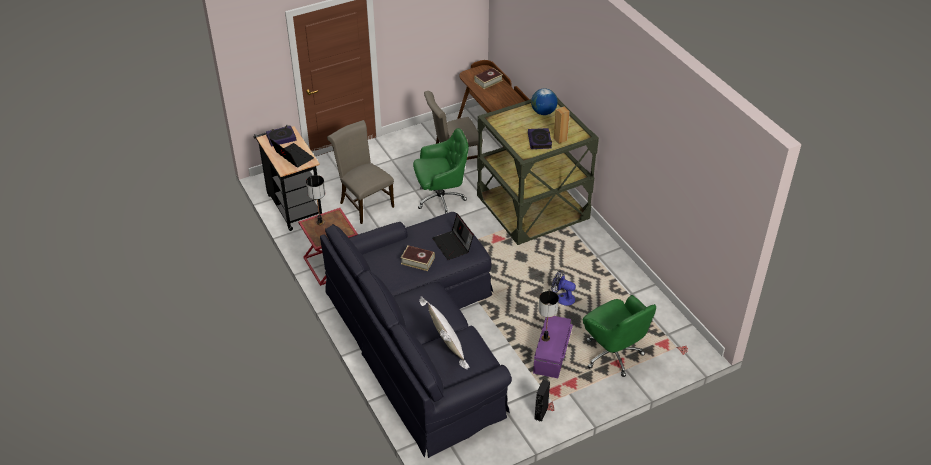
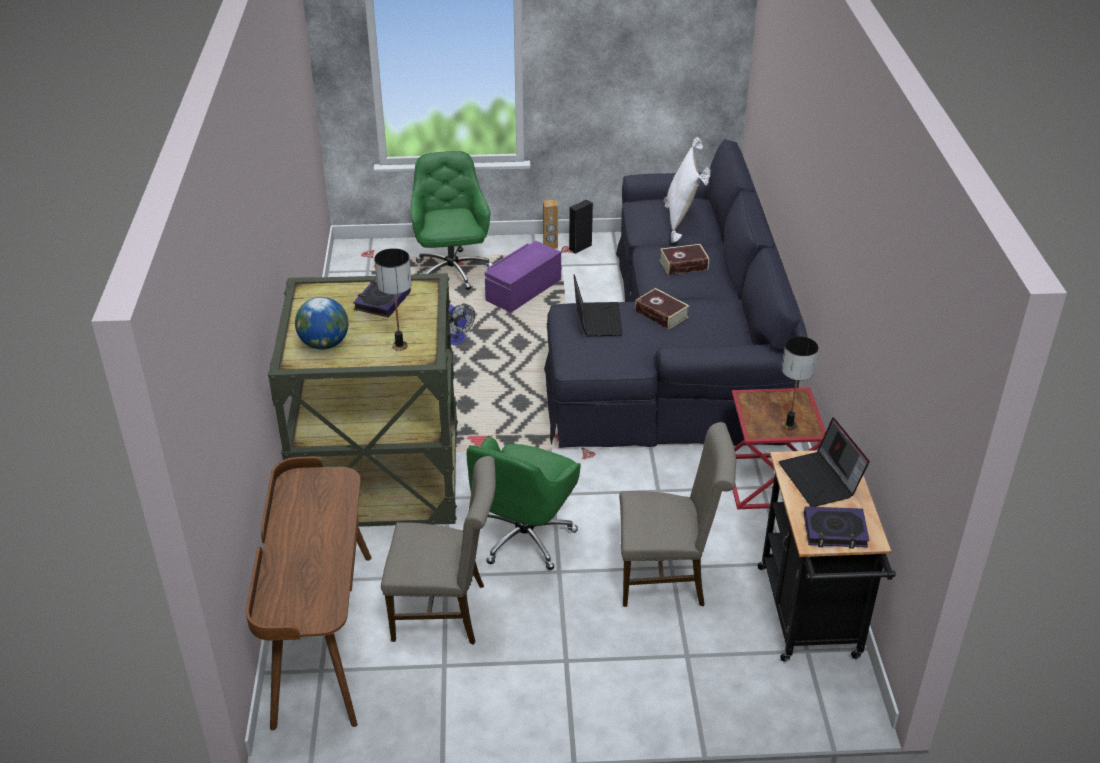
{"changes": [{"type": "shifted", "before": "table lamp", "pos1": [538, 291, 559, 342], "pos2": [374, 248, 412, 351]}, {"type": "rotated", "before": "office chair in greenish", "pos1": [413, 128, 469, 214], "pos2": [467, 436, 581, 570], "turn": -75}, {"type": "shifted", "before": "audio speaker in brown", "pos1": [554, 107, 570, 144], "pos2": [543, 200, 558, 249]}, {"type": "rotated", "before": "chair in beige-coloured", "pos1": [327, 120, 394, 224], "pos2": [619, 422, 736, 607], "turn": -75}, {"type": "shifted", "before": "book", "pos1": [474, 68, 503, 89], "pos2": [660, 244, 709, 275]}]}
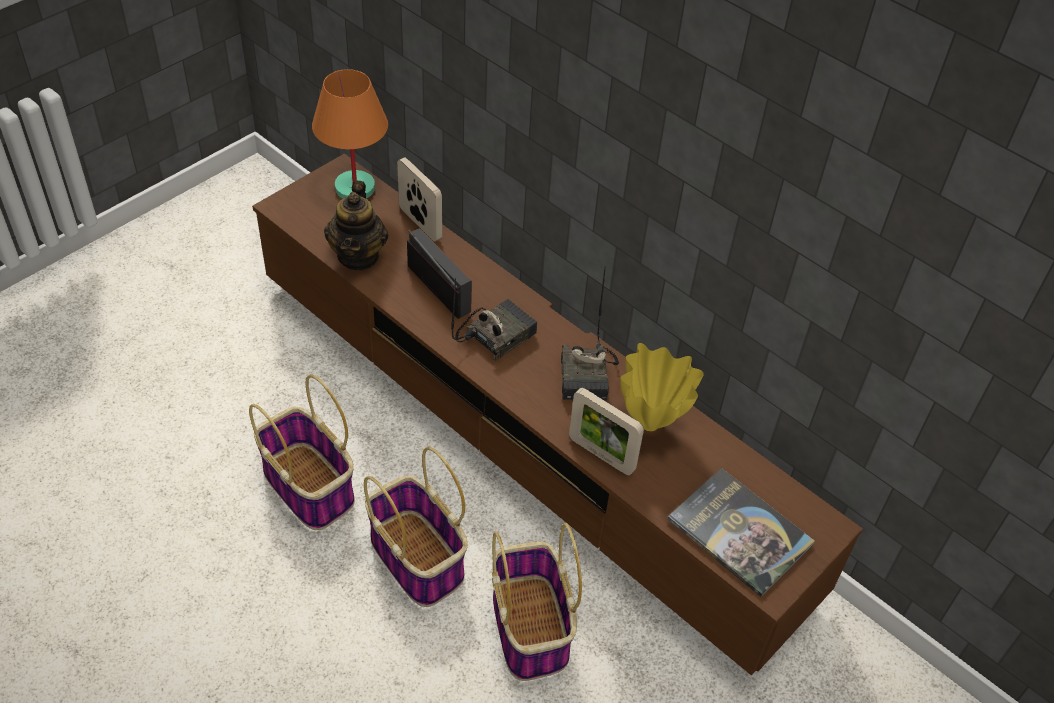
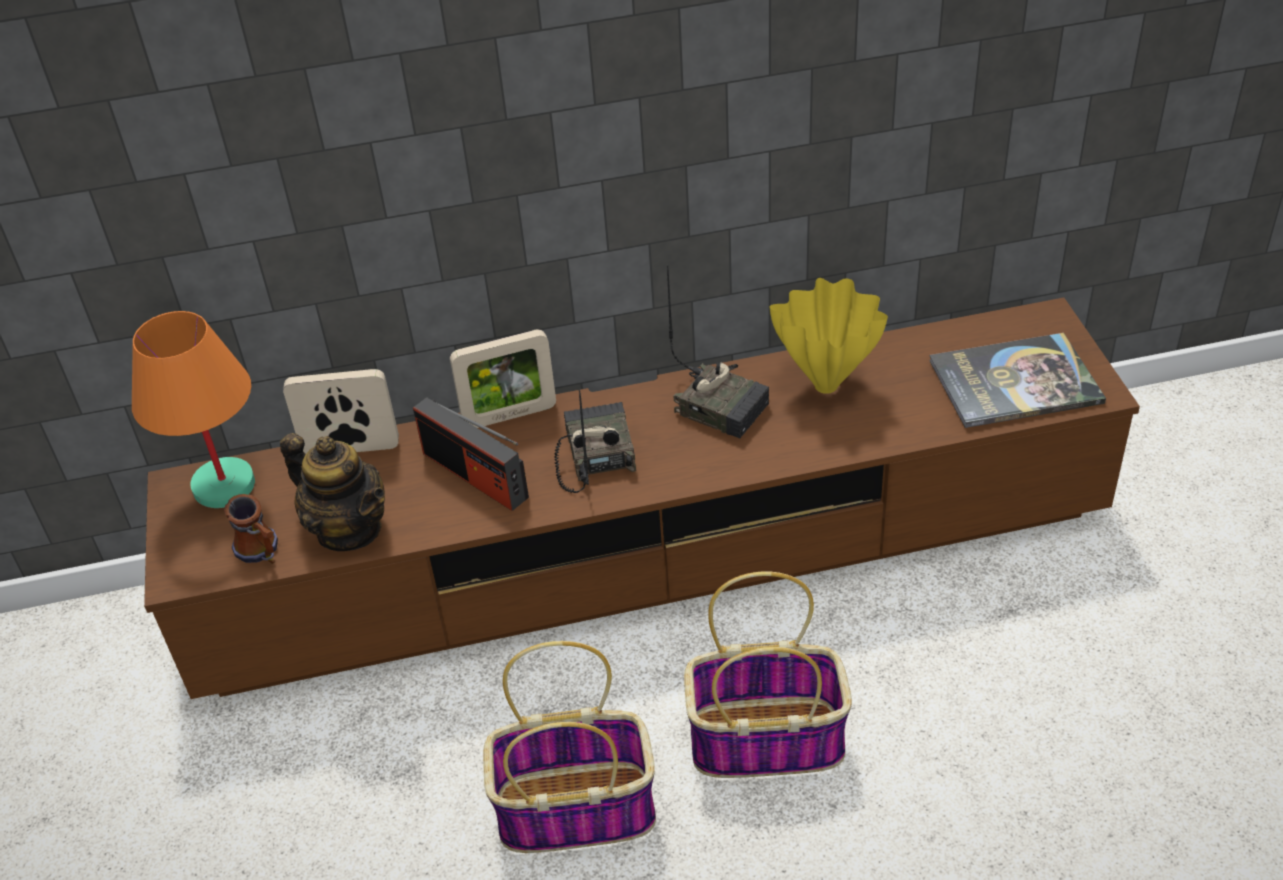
{"changes": [{"type": "new", "after": "coffee mug", "pos2": [224, 494, 278, 564]}, {"type": "rotated", "before": "radio", "pos1": [407, 228, 472, 319], "pos2": [413, 397, 529, 511], "turn": -135}, {"type": "shifted", "before": "photo frame", "pos1": [569, 388, 644, 475], "pos2": [450, 329, 556, 428]}, {"type": "gone", "before": "basket", "pos1": [492, 523, 582, 681]}]}
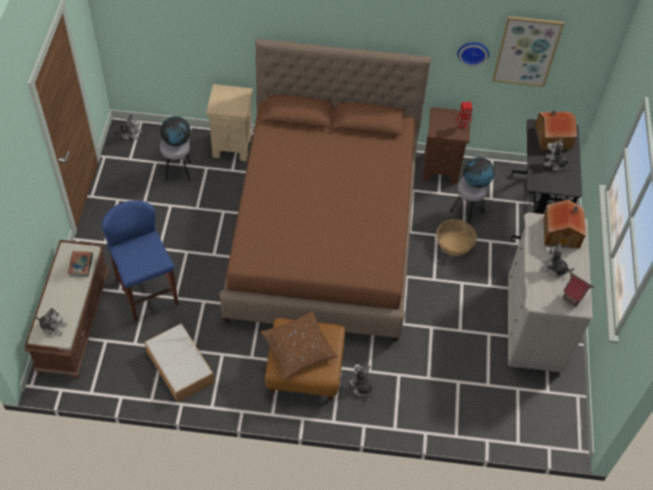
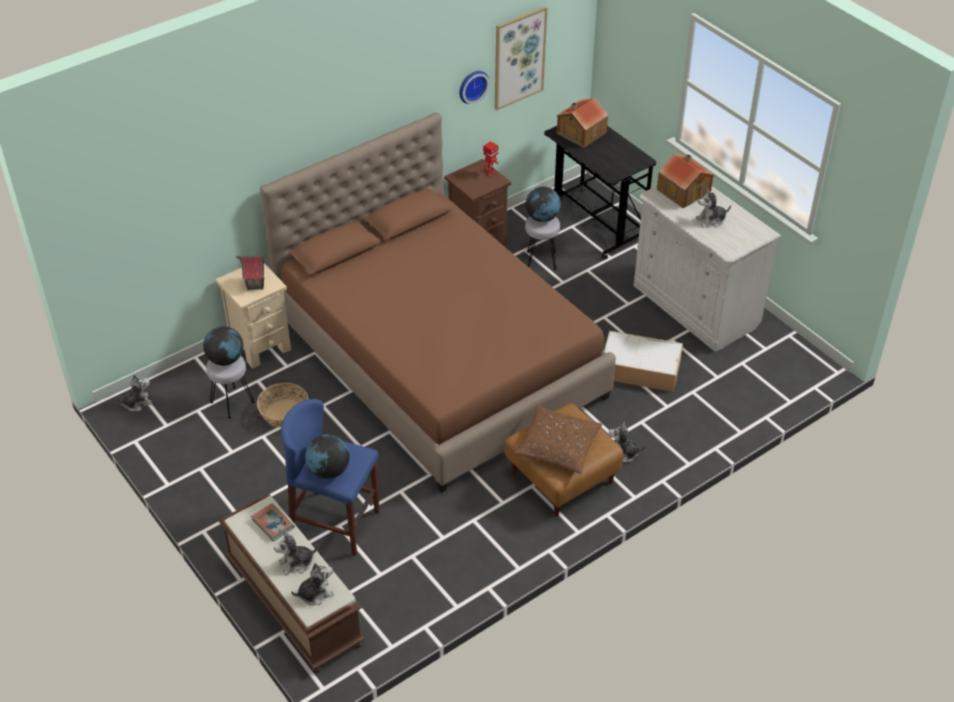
{"changes": [{"type": "shifted", "before": "toy house", "pos1": [563, 271, 594, 307], "pos2": [236, 255, 267, 290]}, {"type": "shifted", "before": "basket", "pos1": [436, 219, 477, 256], "pos2": [257, 383, 309, 428]}, {"type": "shifted", "before": "cuddly toy", "pos1": [544, 138, 575, 171], "pos2": [274, 530, 318, 575]}, {"type": "new", "after": "desk globe", "pos2": [305, 434, 350, 479]}, {"type": "shifted", "before": "storage box", "pos1": [145, 323, 214, 403], "pos2": [604, 331, 683, 392]}]}
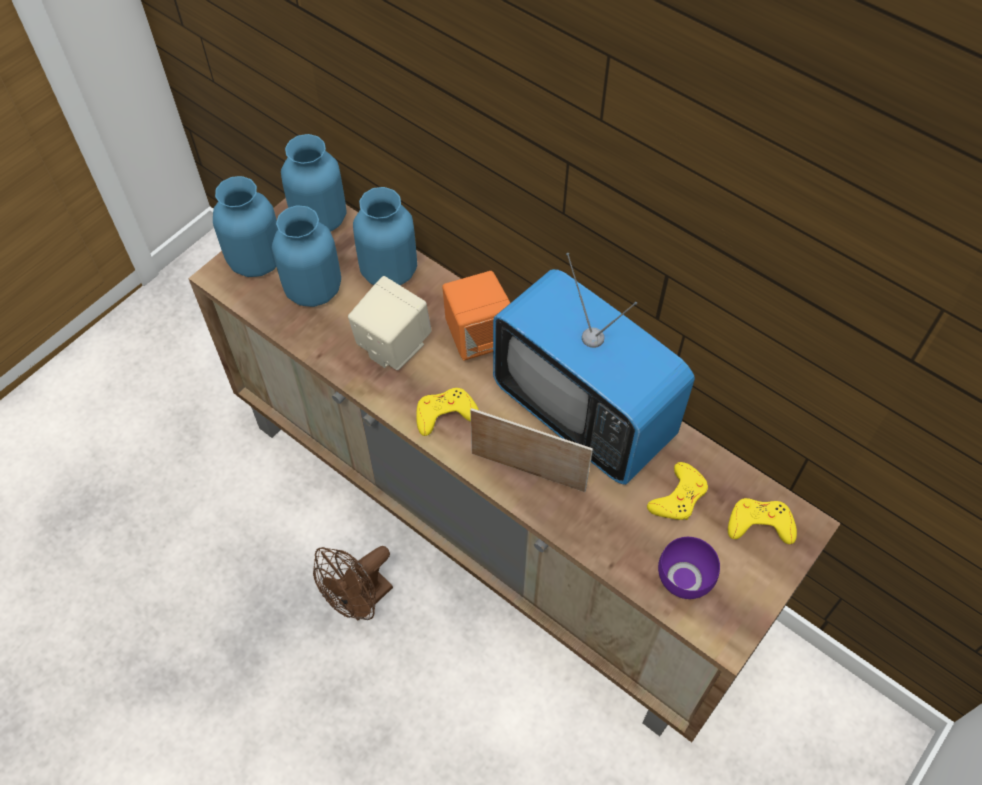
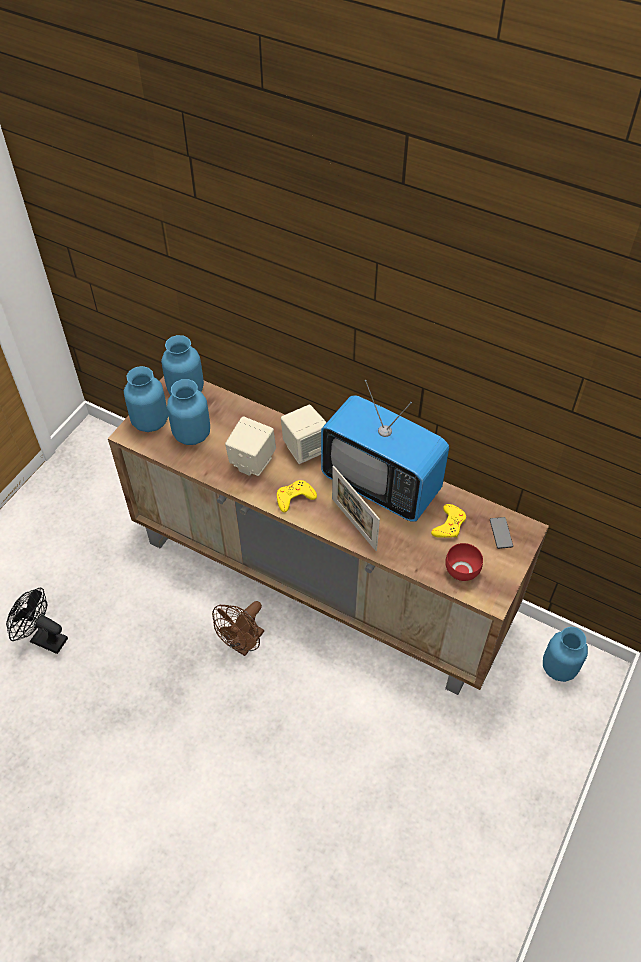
{"changes": [{"type": "new", "after": "electric fan in black-coloured", "pos2": [6, 588, 68, 654]}, {"type": "repainted", "before": "audio speaker in orangey", "after": "audio speaker in beige-coloured", "pos1": [442, 271, 510, 361], "pos2": [281, 405, 327, 464]}, {"type": "rotated", "before": "photo frame", "pos1": [470, 408, 593, 492], "pos2": [332, 466, 380, 551], "turn": -135}, {"type": "repainted", "before": "bowl in purplish", "after": "bowl in red", "pos1": [658, 537, 720, 599], "pos2": [445, 543, 483, 581]}, {"type": "swapped", "before": "gamepad in yellow-coloured", "after": "telephone", "pos1": [728, 498, 797, 544], "pos2": [490, 517, 513, 549]}, {"type": "shifted", "before": "decorative vase in blue-coloured", "pos1": [353, 187, 417, 285], "pos2": [543, 627, 588, 682]}]}
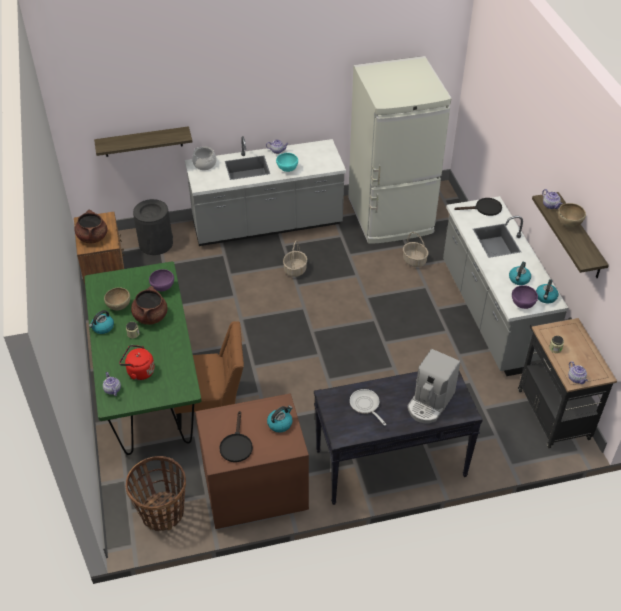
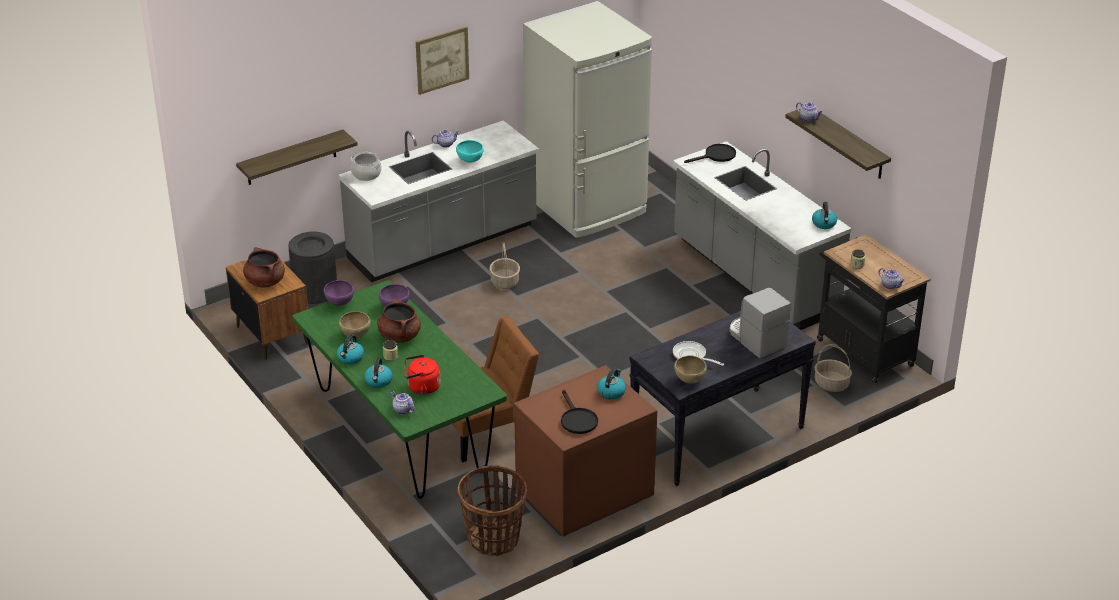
{"changes": [{"type": "shifted", "before": "bowl in purplish", "pos1": [512, 285, 538, 309], "pos2": [324, 280, 354, 306]}, {"type": "shifted", "before": "tea kettle", "pos1": [509, 262, 531, 285], "pos2": [364, 357, 393, 388]}, {"type": "new", "after": "picture", "pos2": [416, 26, 469, 95]}, {"type": "shifted", "before": "bowl in brown", "pos1": [558, 203, 586, 227], "pos2": [674, 355, 707, 383]}, {"type": "rotated", "before": "coffee brewer", "pos1": [407, 349, 460, 423], "pos2": [729, 288, 791, 358], "turn": 135}, {"type": "shifted", "before": "basket", "pos1": [403, 232, 428, 267], "pos2": [815, 344, 852, 392]}]}
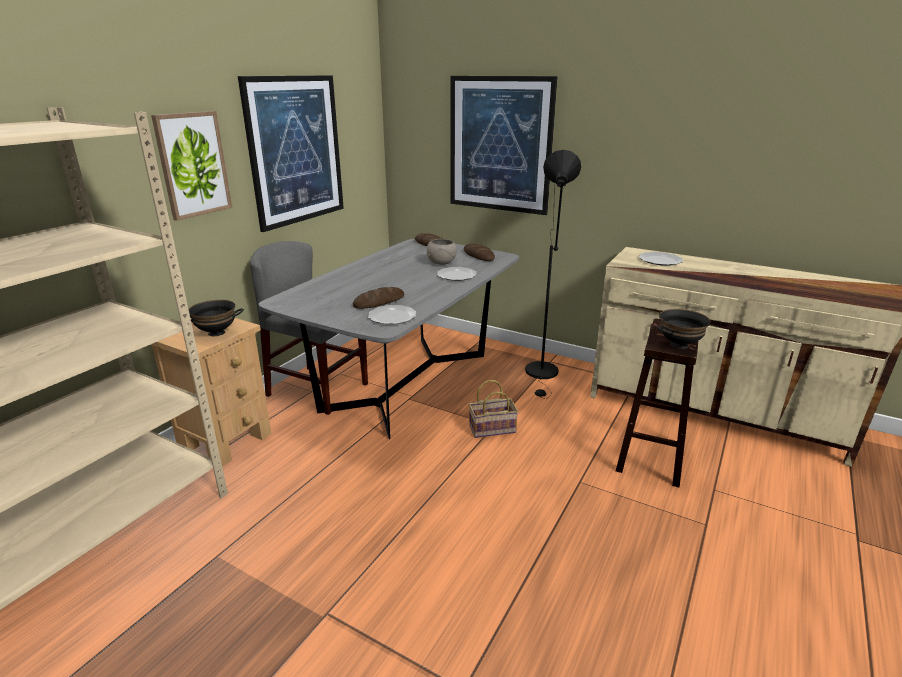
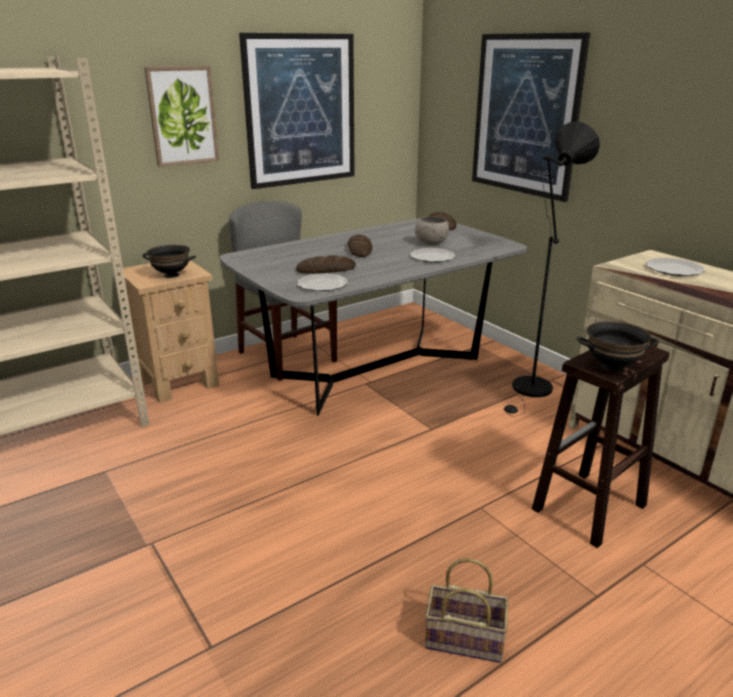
{"changes": [{"type": "shifted", "before": "bread", "pos1": [464, 243, 495, 261], "pos2": [348, 235, 372, 257]}, {"type": "shifted", "before": "basket", "pos1": [469, 380, 518, 438], "pos2": [425, 558, 509, 663]}]}
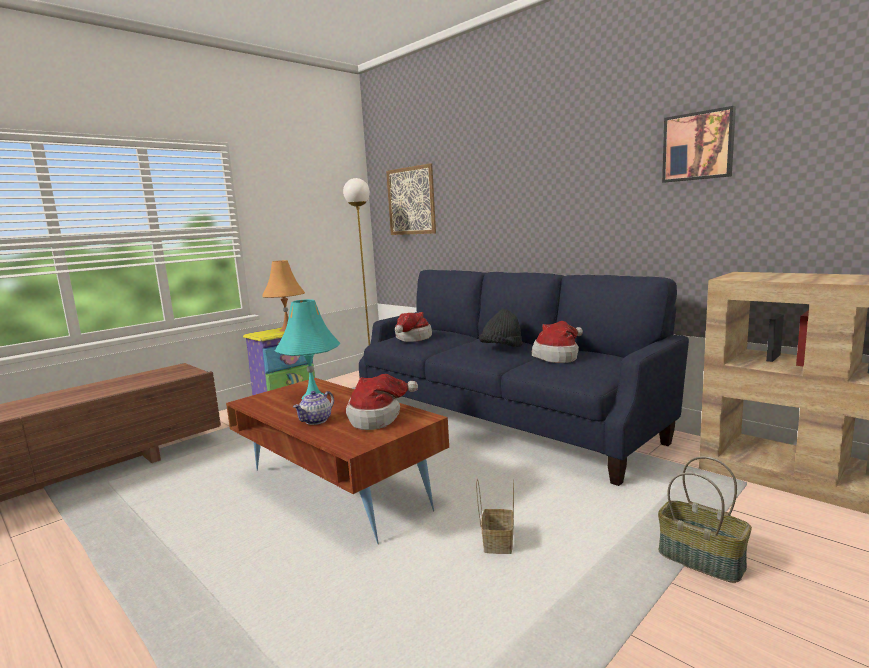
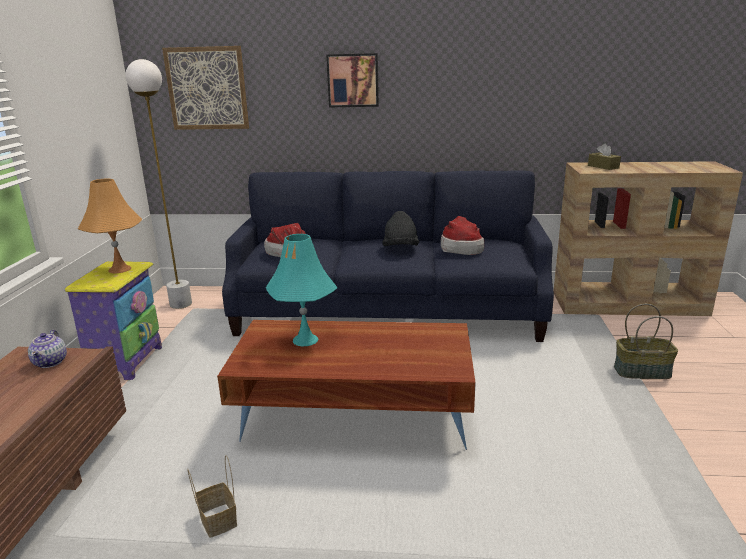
{"changes": [{"type": "shifted", "before": "teapot", "pos1": [293, 391, 334, 425], "pos2": [28, 330, 67, 368]}, {"type": "shifted", "before": "basket", "pos1": [476, 479, 514, 554], "pos2": [187, 455, 237, 538]}, {"type": "shifted", "before": "picture", "pos1": [662, 106, 736, 182], "pos2": [326, 53, 379, 107]}, {"type": "new", "after": "tissue holder in brown", "pos2": [588, 143, 621, 170]}, {"type": "gone", "before": "clothing hat", "pos1": [346, 374, 418, 430]}]}
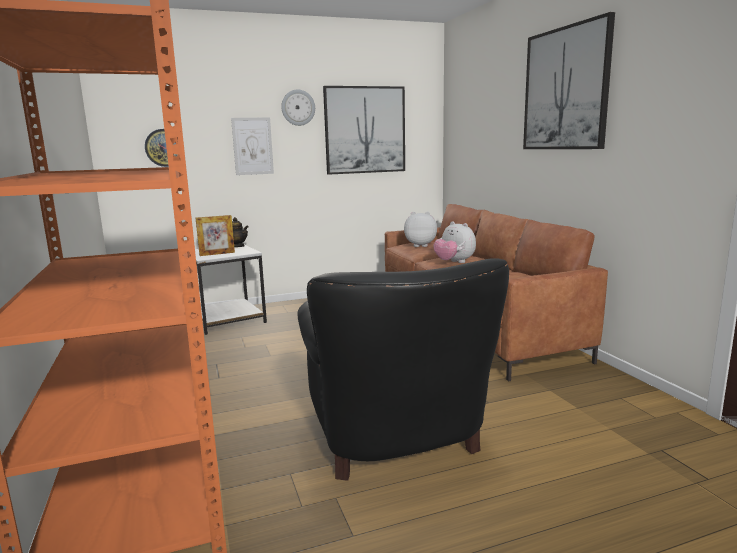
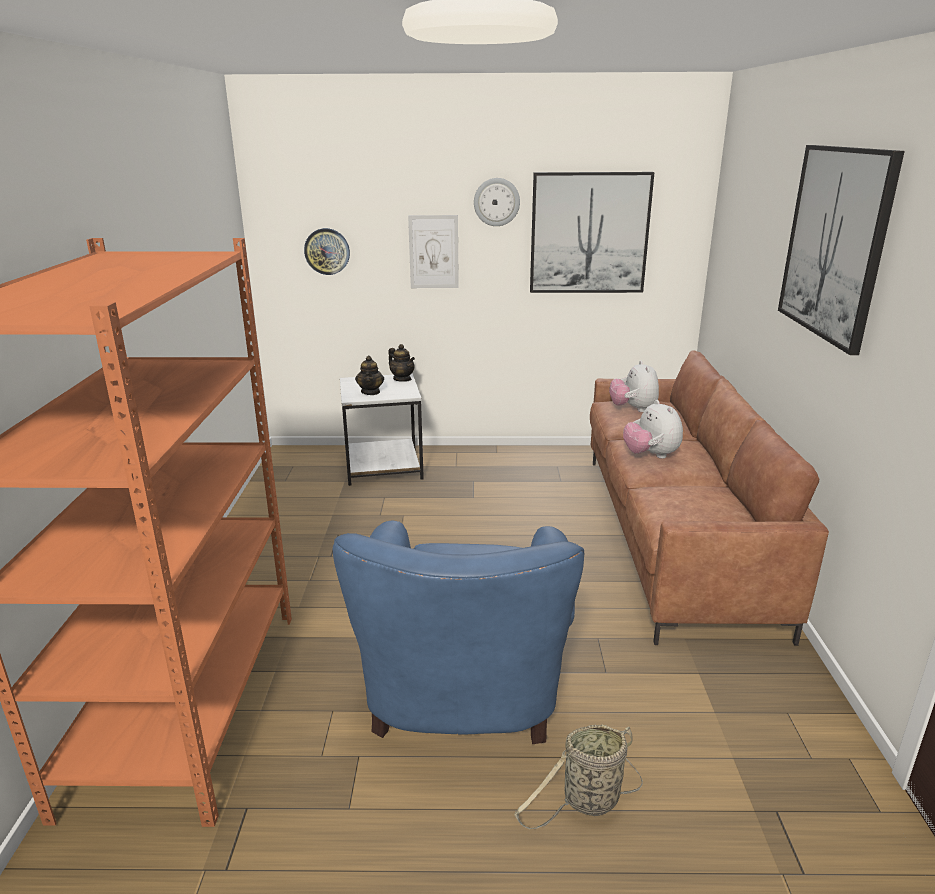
{"changes": [{"type": "repainted", "before": "easy chair in black-coloured", "after": "easy chair in blue-coloured", "pos1": [298, 258, 509, 481], "pos2": [333, 521, 584, 744]}, {"type": "swapped", "before": "photo frame", "after": "teapot", "pos1": [196, 215, 235, 256], "pos2": [355, 356, 384, 395]}, {"type": "new", "after": "basket", "pos2": [514, 725, 643, 829]}, {"type": "rotated", "before": "cuddly toy", "pos1": [404, 211, 437, 247], "pos2": [609, 361, 659, 412], "turn": -120}]}
